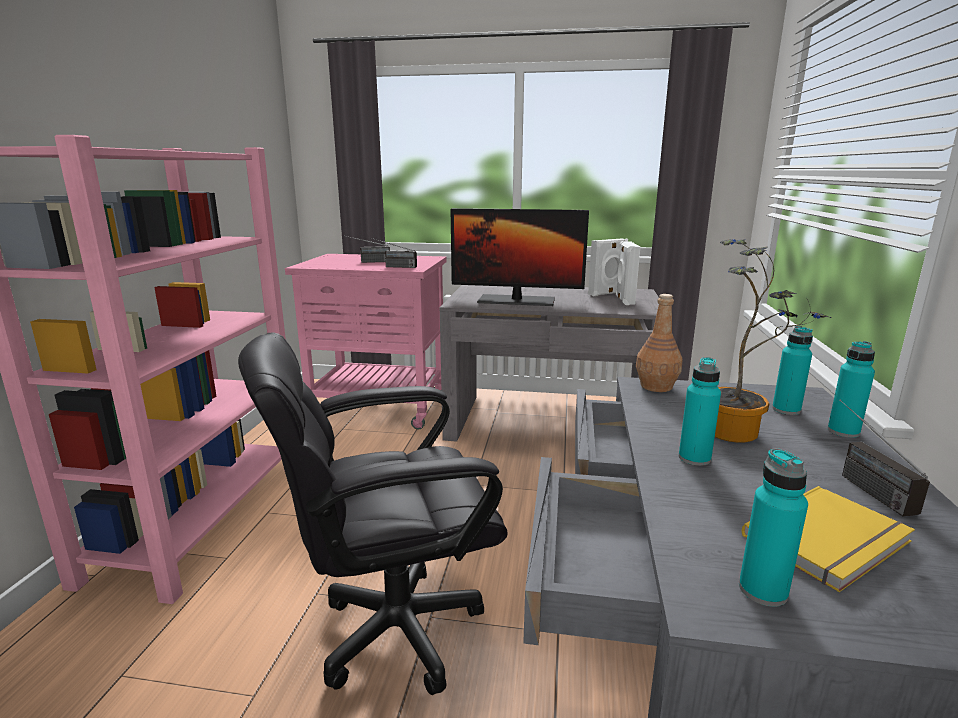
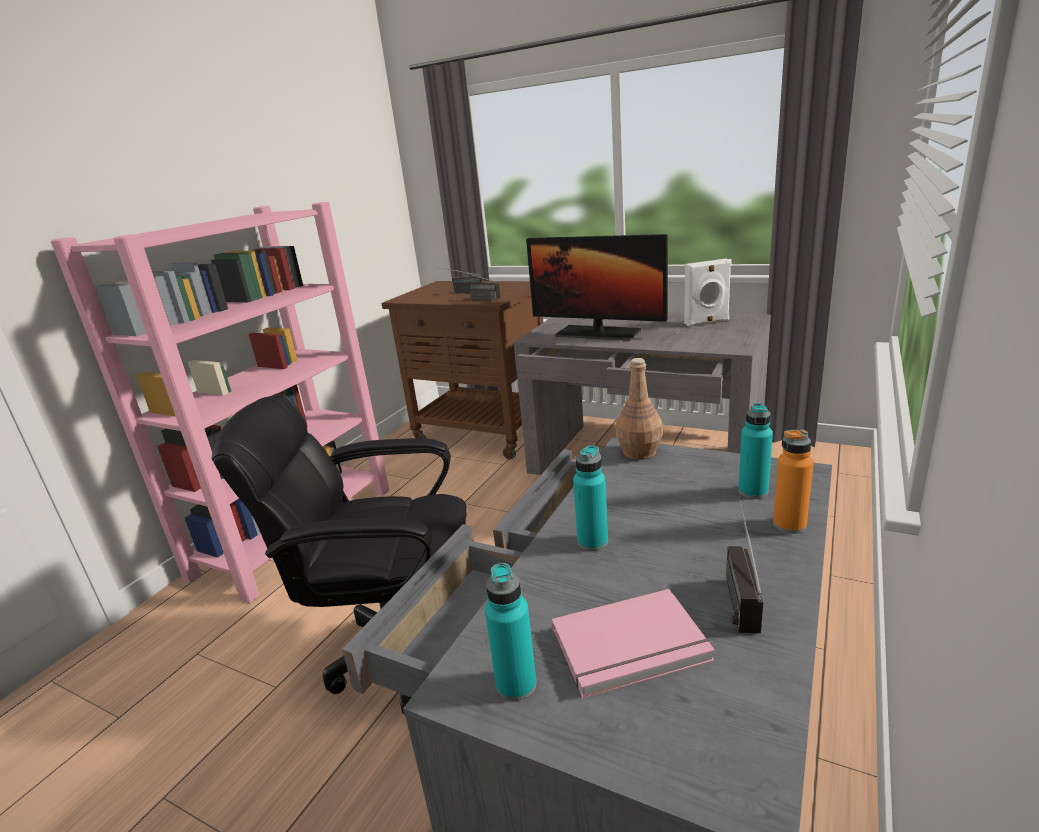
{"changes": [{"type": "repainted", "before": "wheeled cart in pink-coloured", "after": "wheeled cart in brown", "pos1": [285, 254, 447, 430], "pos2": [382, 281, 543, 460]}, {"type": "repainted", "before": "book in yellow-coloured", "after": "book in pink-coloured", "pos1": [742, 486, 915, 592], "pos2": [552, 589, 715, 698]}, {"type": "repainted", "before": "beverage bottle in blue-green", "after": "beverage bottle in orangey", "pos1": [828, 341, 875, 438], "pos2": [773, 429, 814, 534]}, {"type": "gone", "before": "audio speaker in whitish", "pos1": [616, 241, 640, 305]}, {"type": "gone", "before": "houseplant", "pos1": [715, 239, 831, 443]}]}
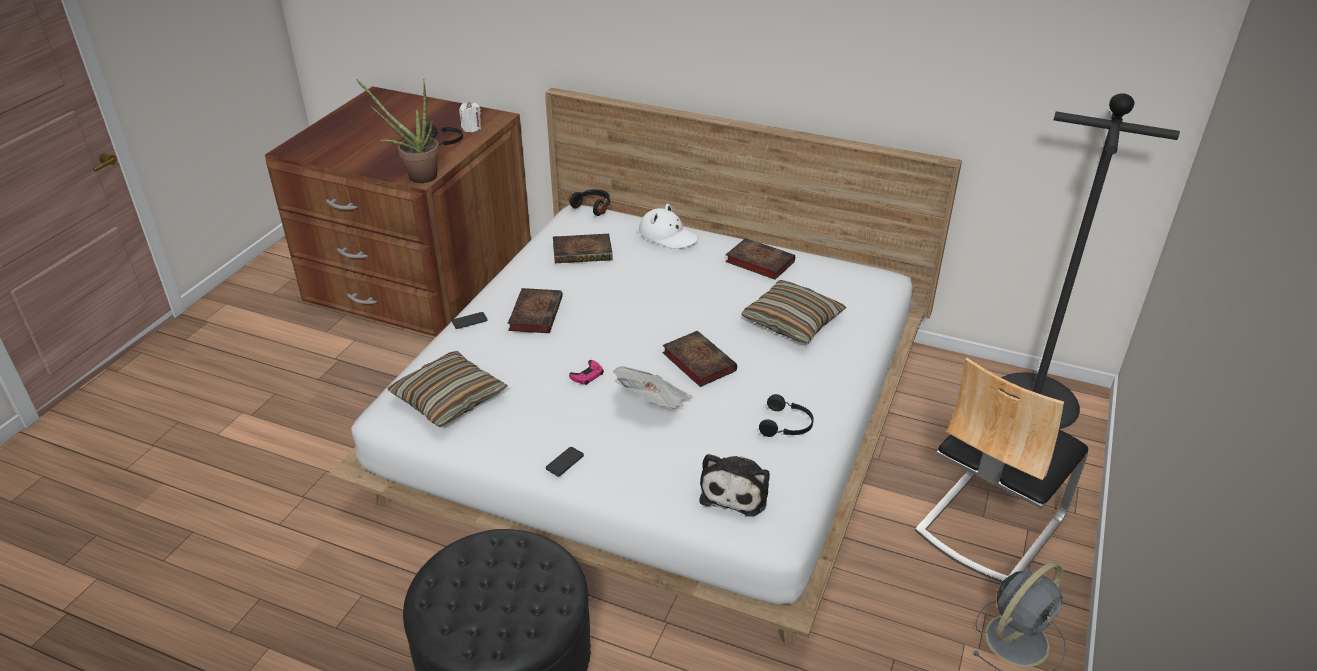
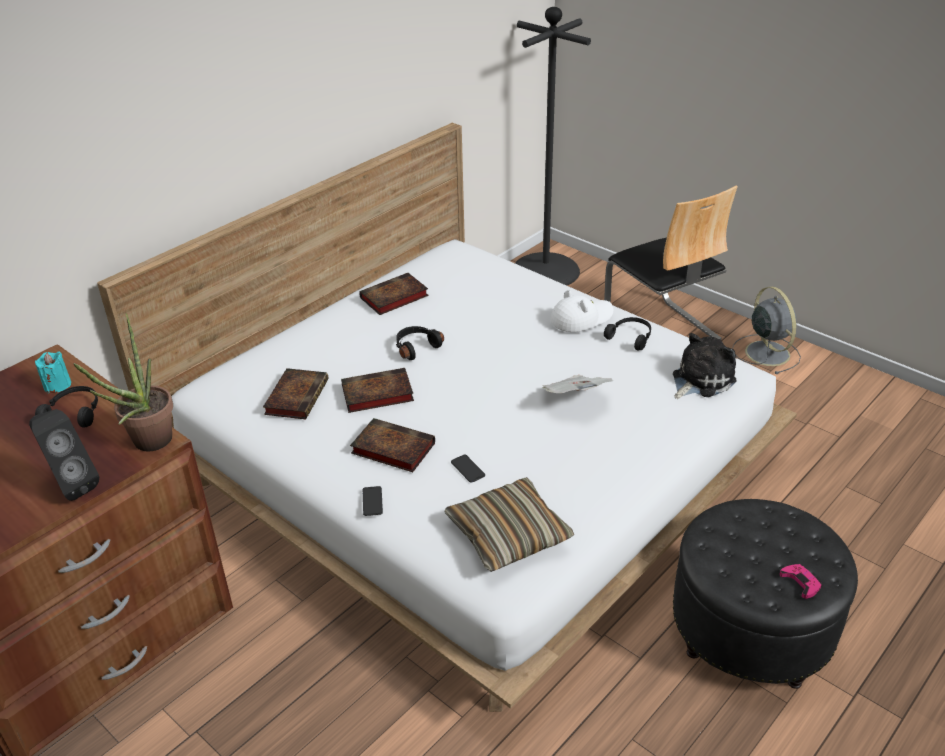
{"changes": [{"type": "new", "after": "audio speaker in black-coloured", "pos2": [29, 409, 99, 501]}, {"type": "repainted", "before": "wax candle in whitish", "after": "wax candle in blue-green", "pos1": [459, 102, 481, 133], "pos2": [35, 351, 71, 393]}, {"type": "shifted", "before": "book", "pos1": [662, 331, 737, 387], "pos2": [341, 368, 414, 413]}, {"type": "shifted", "before": "pair of headphones in black-coloured", "pos1": [568, 189, 610, 216], "pos2": [396, 326, 444, 360]}, {"type": "shifted", "before": "telephone", "pos1": [546, 447, 584, 476], "pos2": [451, 455, 485, 483]}, {"type": "shifted", "before": "clothing hat in whitish", "pos1": [639, 203, 699, 249], "pos2": [550, 290, 614, 332]}, {"type": "rotated", "before": "cuddly toy", "pos1": [699, 454, 770, 517], "pos2": [673, 333, 736, 399], "turn": -75}, {"type": "shifted", "before": "gamepad in pink-coloured", "pos1": [569, 360, 604, 385], "pos2": [780, 564, 822, 599]}, {"type": "gone", "before": "pillow", "pos1": [741, 280, 846, 344]}]}
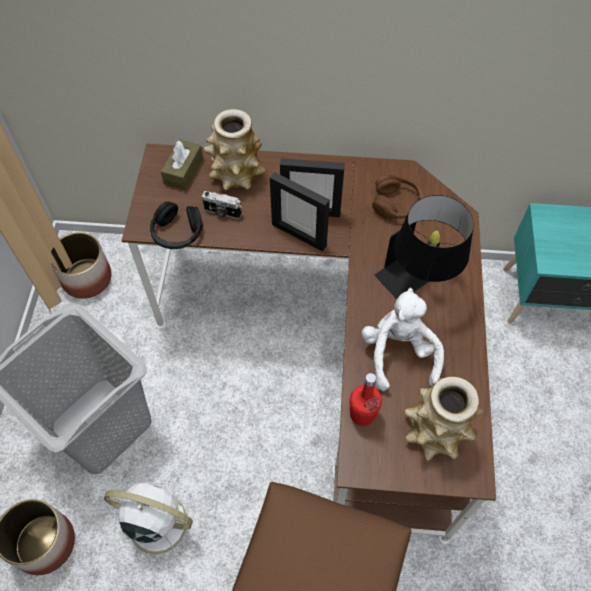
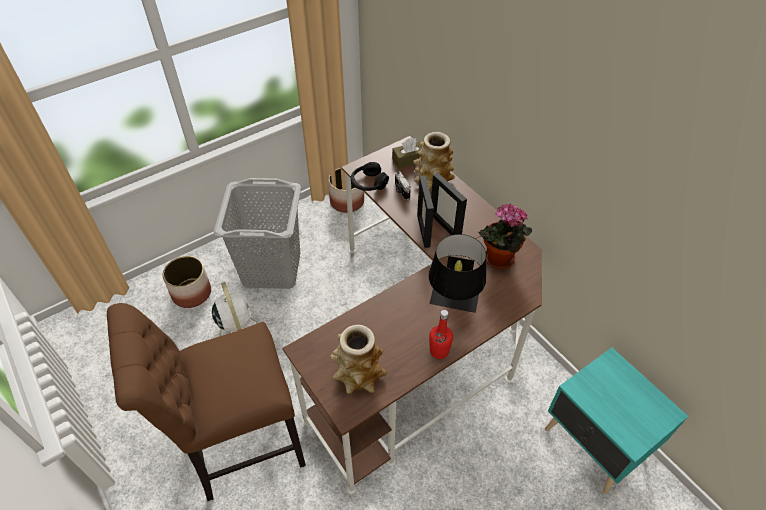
{"changes": [{"type": "shifted", "before": "beverage bottle in red", "pos1": [349, 373, 382, 426], "pos2": [429, 310, 453, 359]}, {"type": "swapped", "before": "pair of headphones in brown", "after": "houseplant", "pos1": [372, 175, 425, 220], "pos2": [478, 204, 532, 269]}, {"type": "gone", "before": "cuddly toy in whitish", "pos1": [362, 288, 444, 391]}]}
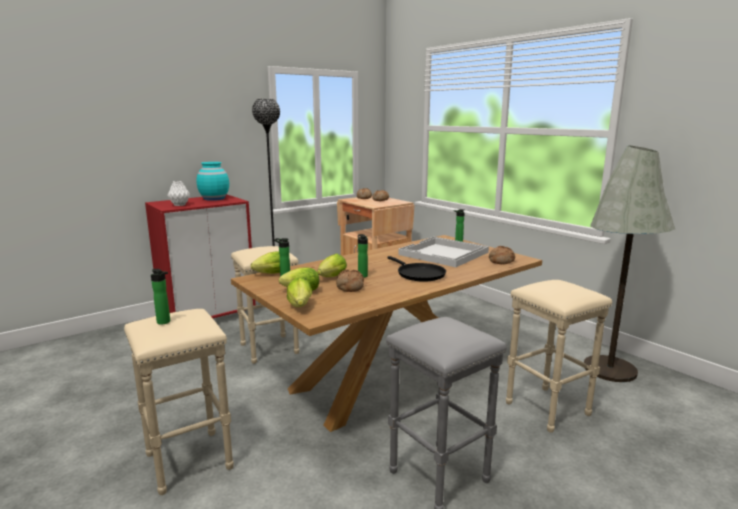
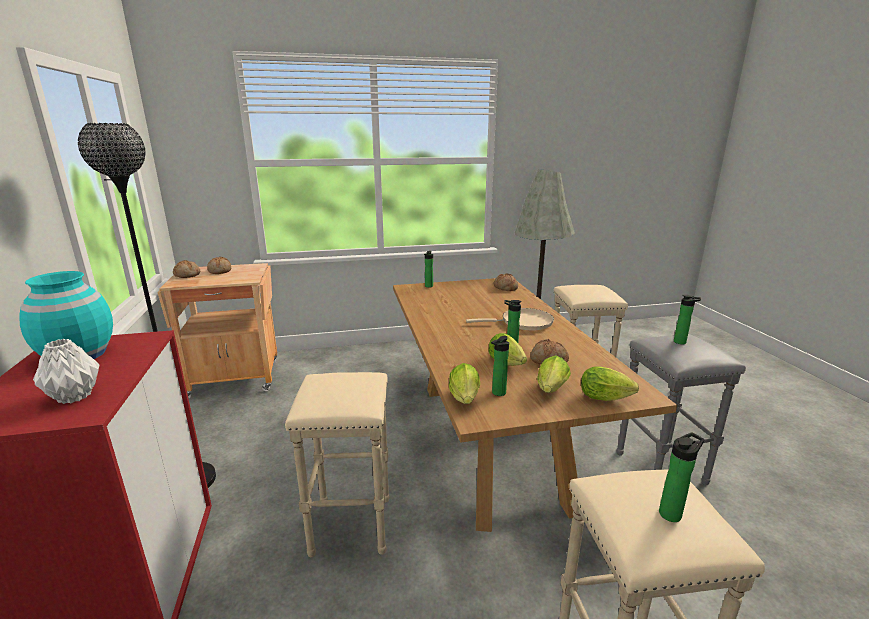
{"changes": [{"type": "repainted", "before": "frying pan in black-coloured", "after": "frying pan in beige-coloured", "pos1": [387, 256, 446, 282], "pos2": [466, 308, 554, 330]}, {"type": "new", "after": "beverage bottle", "pos2": [674, 295, 701, 344]}, {"type": "gone", "before": "carrying tray in whitish", "pos1": [398, 237, 489, 267]}]}
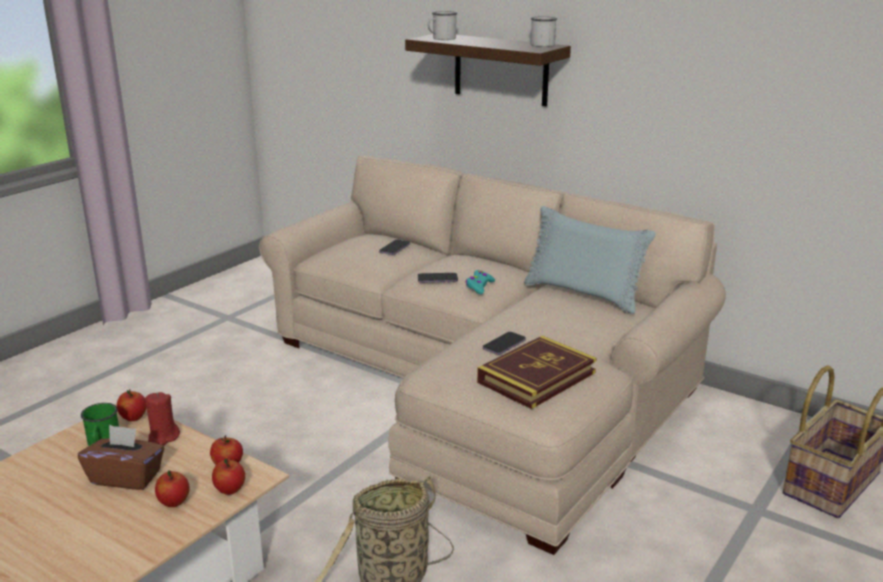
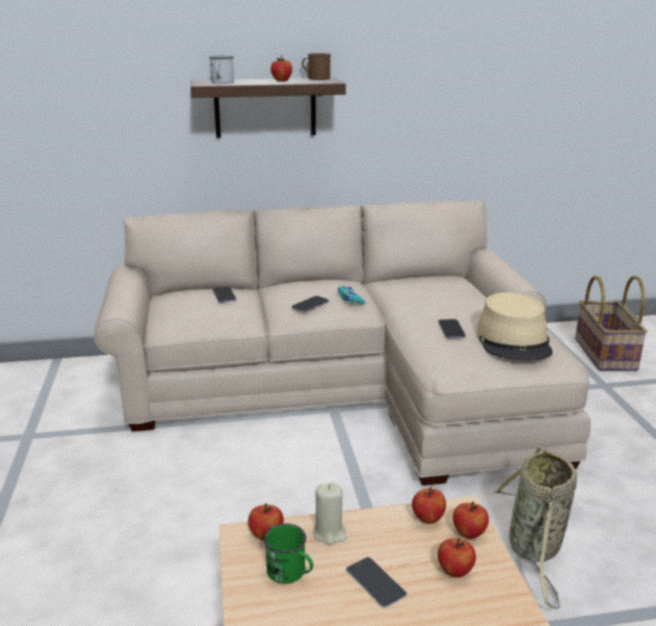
{"changes": [{"type": "new", "after": "whole apple", "pos2": [271, 55, 292, 82]}, {"type": "repainted", "before": "coffee mug in whitish", "after": "coffee mug in brown", "pos1": [531, 16, 557, 47], "pos2": [302, 53, 331, 80]}, {"type": "repainted", "before": "wax candle in red", "after": "wax candle in beige-coloured", "pos1": [145, 392, 180, 445], "pos2": [313, 482, 346, 545]}, {"type": "swapped", "before": "tissue holder in brown", "after": "telephone", "pos1": [78, 425, 164, 490], "pos2": [346, 557, 407, 608]}, {"type": "swapped", "before": "book", "after": "clothing hat in beige-coloured", "pos1": [477, 336, 597, 409], "pos2": [476, 292, 553, 360]}, {"type": "gone", "before": "pillow in blue-coloured", "pos1": [524, 206, 656, 314]}]}
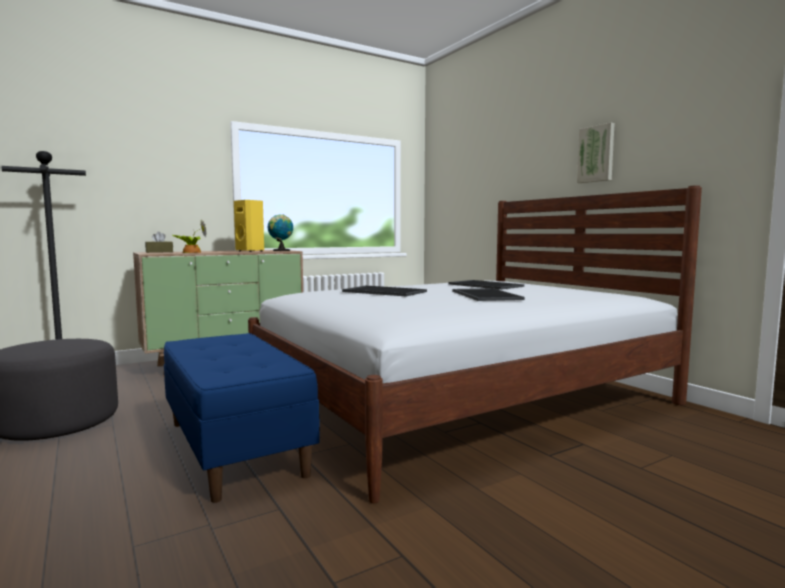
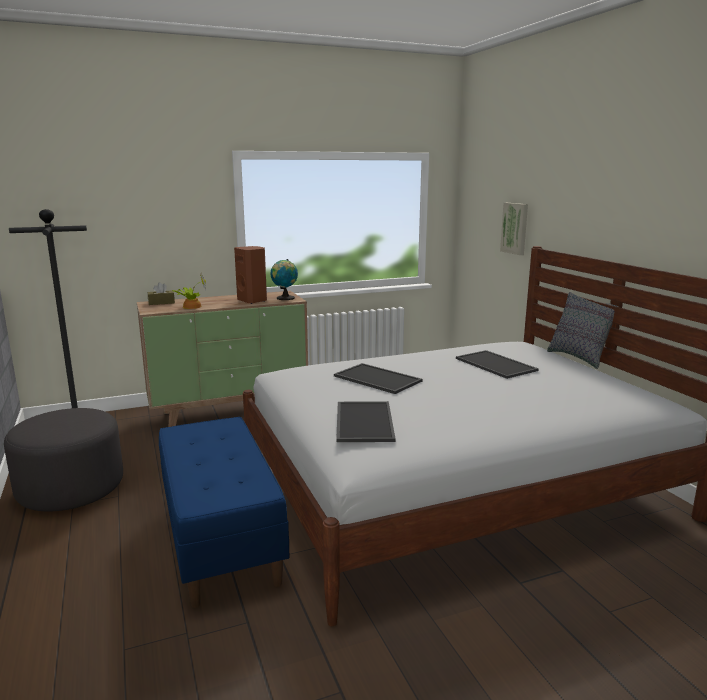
{"changes": [{"type": "repainted", "before": "audio speaker in yellow-coloured", "after": "audio speaker in brown", "pos1": [234, 200, 264, 252], "pos2": [234, 246, 267, 304]}, {"type": "shifted", "before": "carrying tray", "pos1": [452, 288, 524, 301], "pos2": [336, 401, 396, 442]}, {"type": "shifted", "before": "picture", "pos1": [577, 123, 615, 183], "pos2": [500, 203, 528, 255]}, {"type": "new", "after": "pillow in grey", "pos2": [547, 292, 619, 369]}]}
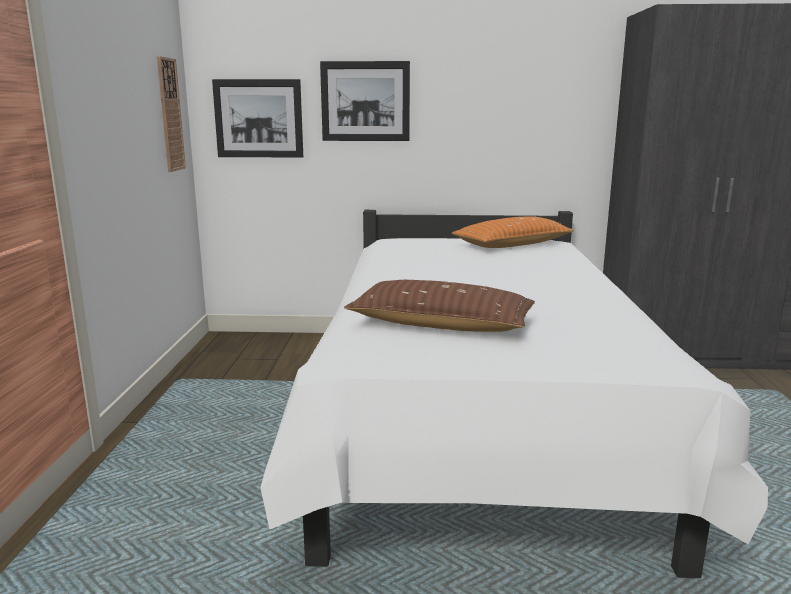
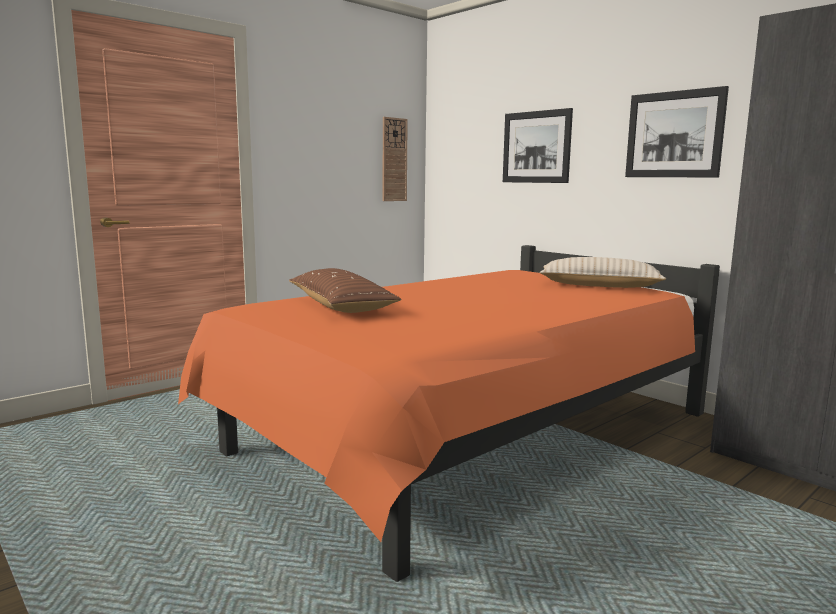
{"changes": [{"type": "repainted", "before": "bedroom bed in whitish", "after": "bedroom bed in orangey", "pos1": [261, 210, 768, 578], "pos2": [178, 245, 720, 582]}, {"type": "repainted", "before": "pillow in orangey", "after": "pillow in beige-coloured", "pos1": [452, 216, 574, 248], "pos2": [540, 257, 666, 288]}, {"type": "shifted", "before": "picture", "pos1": [212, 79, 303, 157], "pos2": [625, 86, 729, 178]}]}
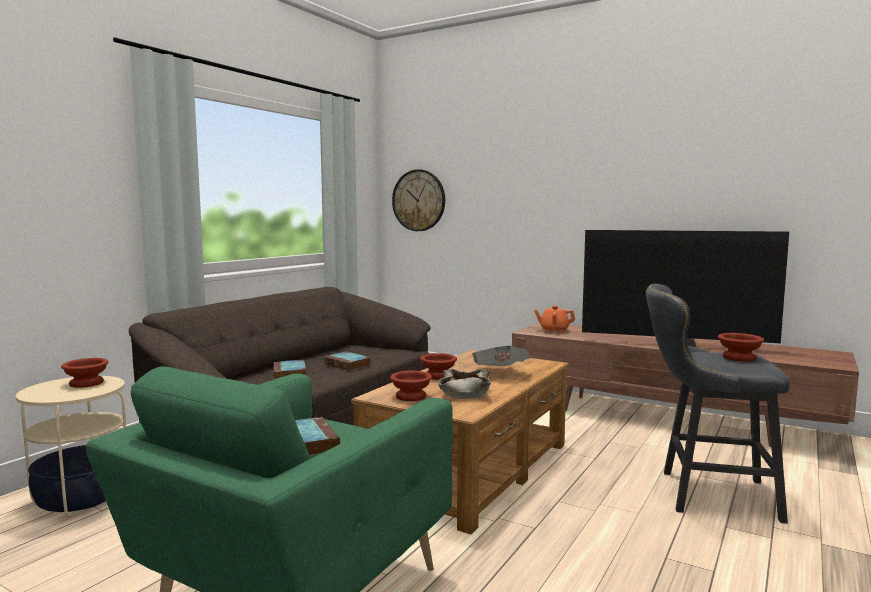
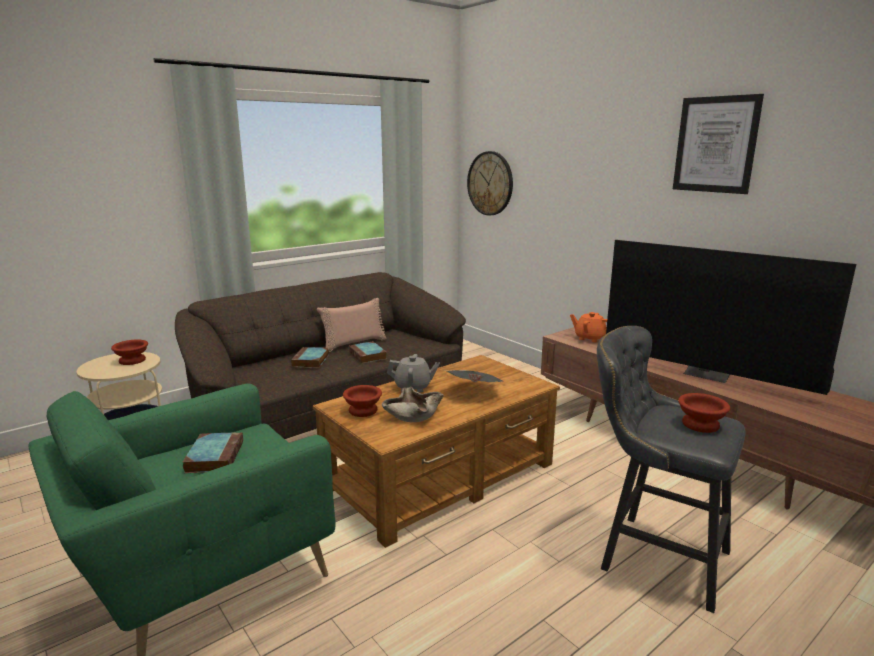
{"changes": [{"type": "new", "after": "pillow in beige-coloured", "pos2": [317, 298, 386, 352]}, {"type": "swapped", "before": "bowl in brown", "after": "teapot in grey", "pos1": [420, 353, 457, 380], "pos2": [387, 354, 440, 392]}, {"type": "new", "after": "picture", "pos2": [673, 94, 764, 194]}]}
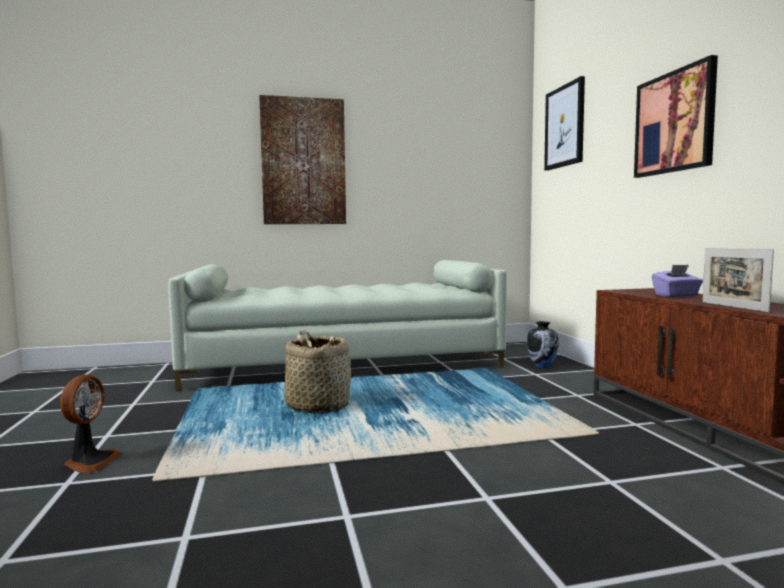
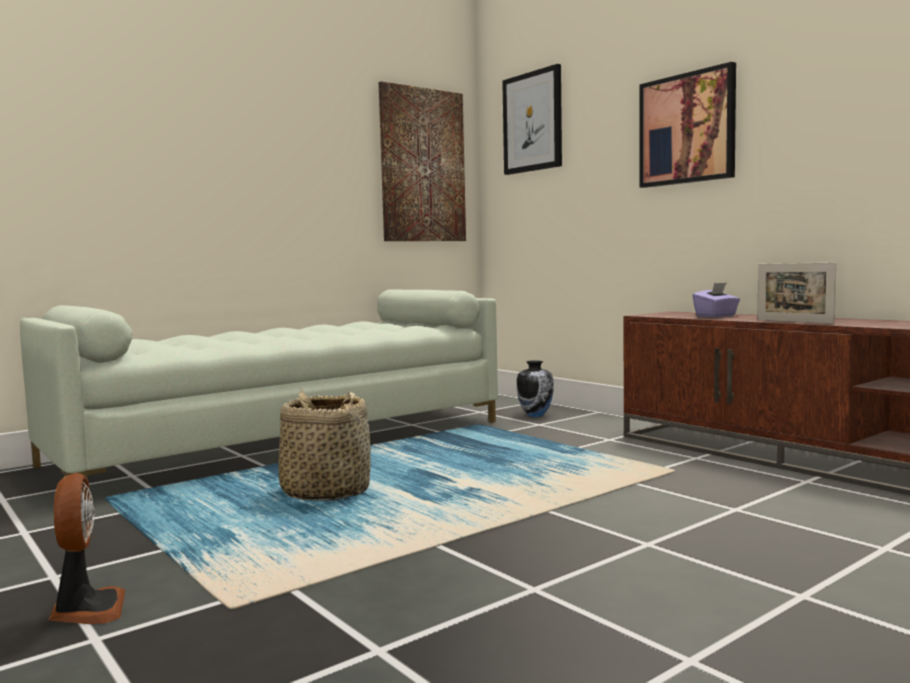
{"changes": [{"type": "shifted", "before": "picture", "pos1": [259, 95, 346, 224], "pos2": [379, 81, 466, 241]}]}
